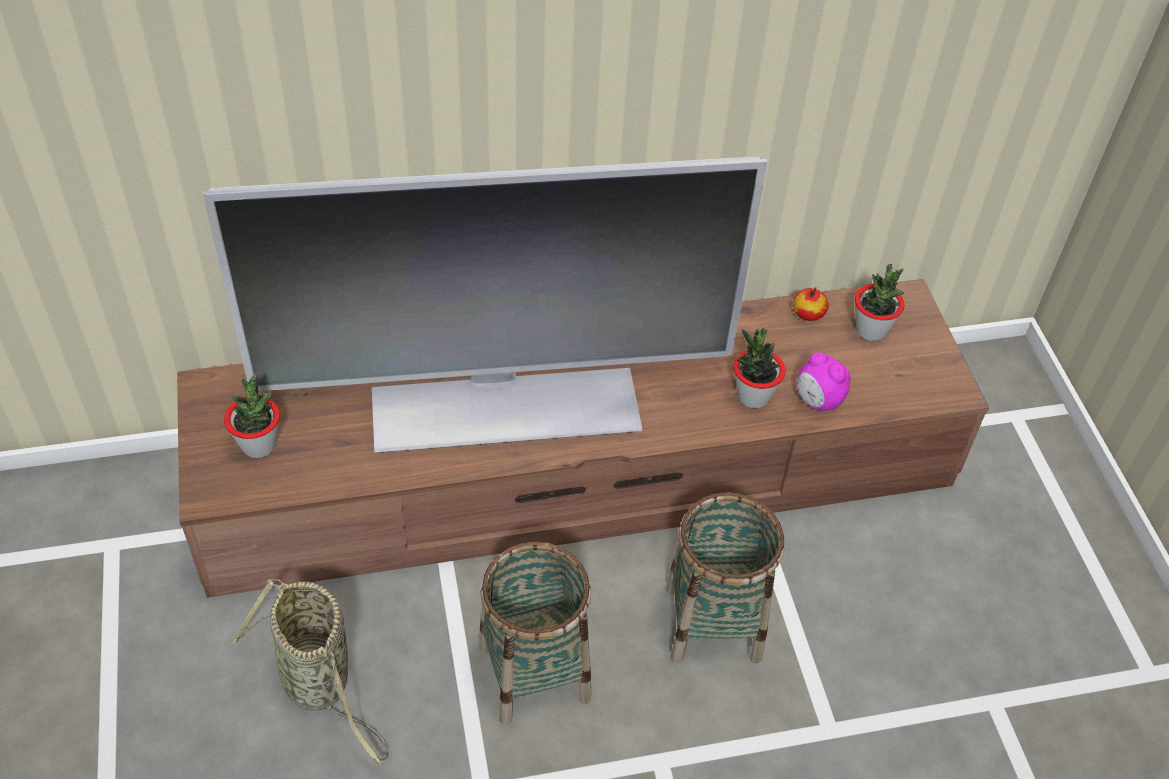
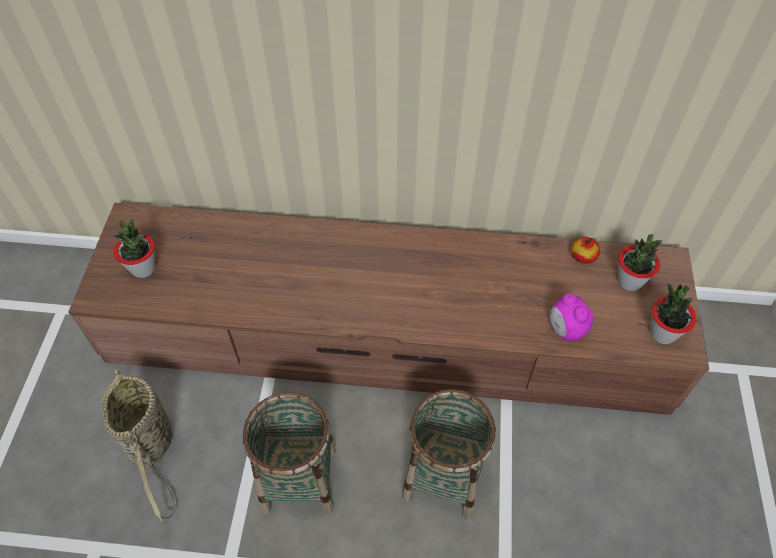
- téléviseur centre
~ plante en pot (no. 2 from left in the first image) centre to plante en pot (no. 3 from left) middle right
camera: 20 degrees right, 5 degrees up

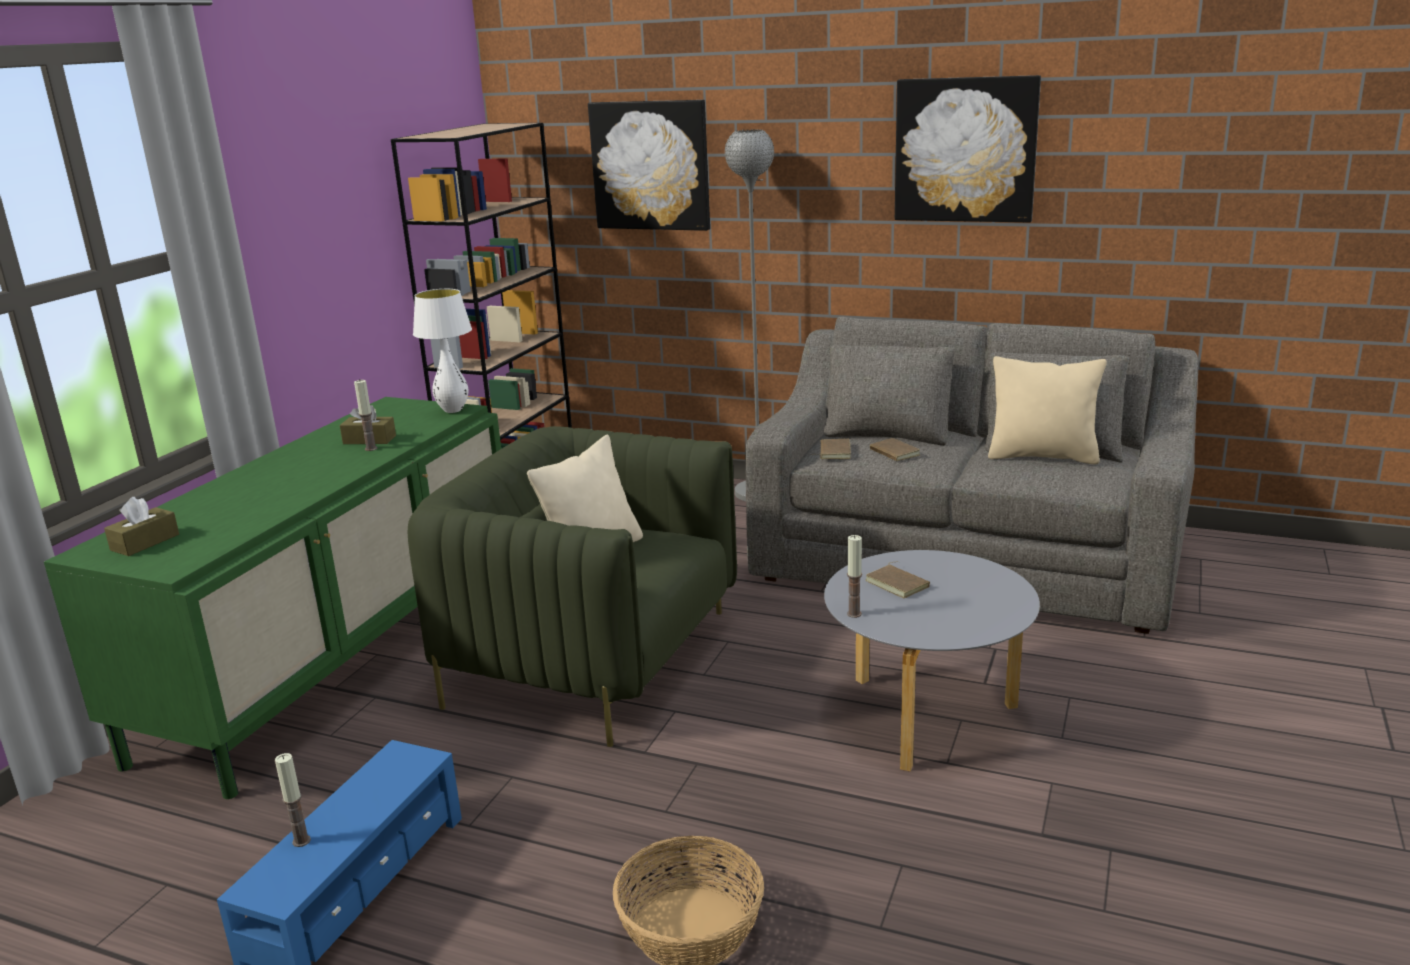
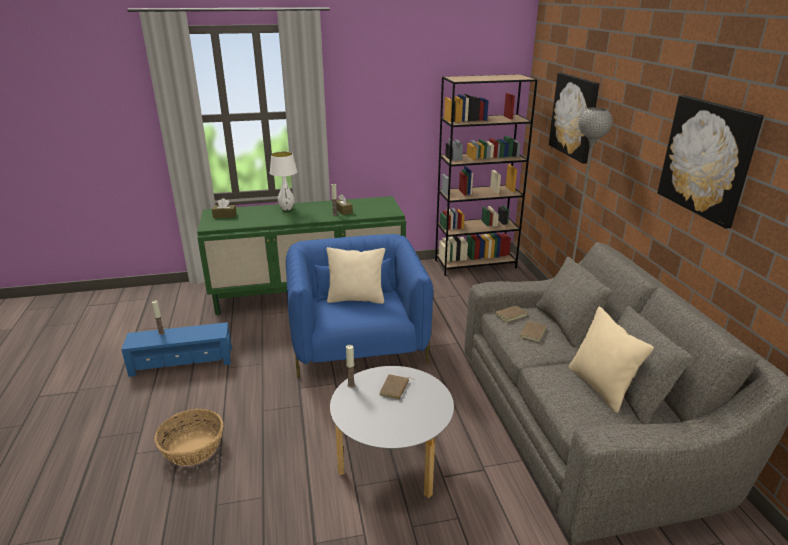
~ fauteuil/vert centre to fauteuil/bleu centre
~ lampe de table/blanc middle left to top centre
camera: 55 degrees right, 5 degrees up

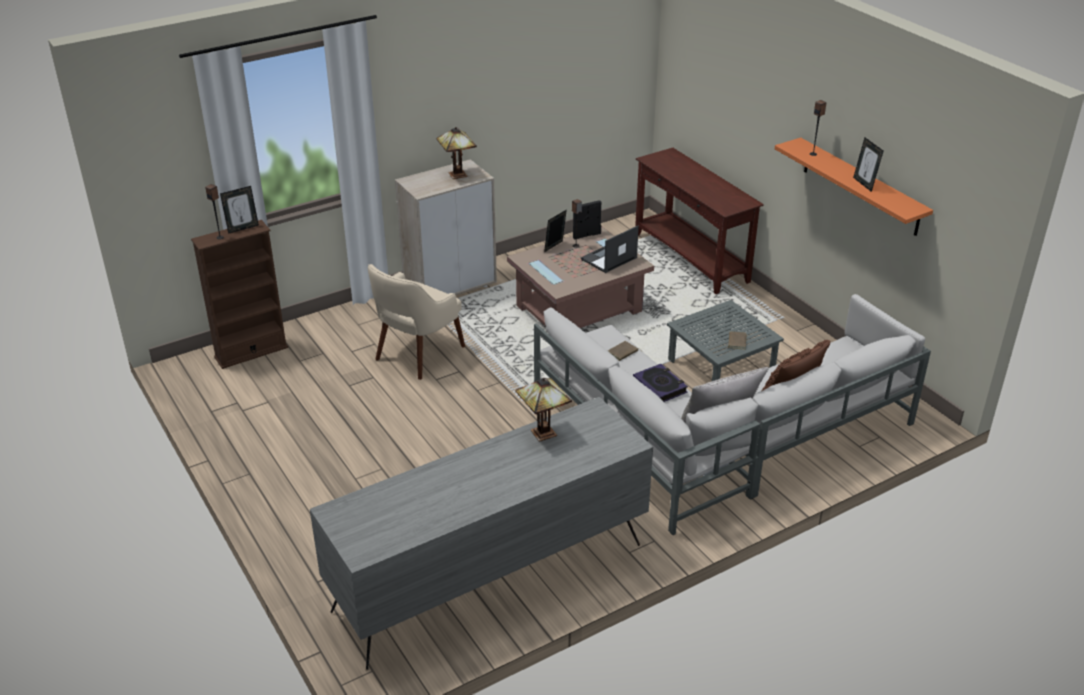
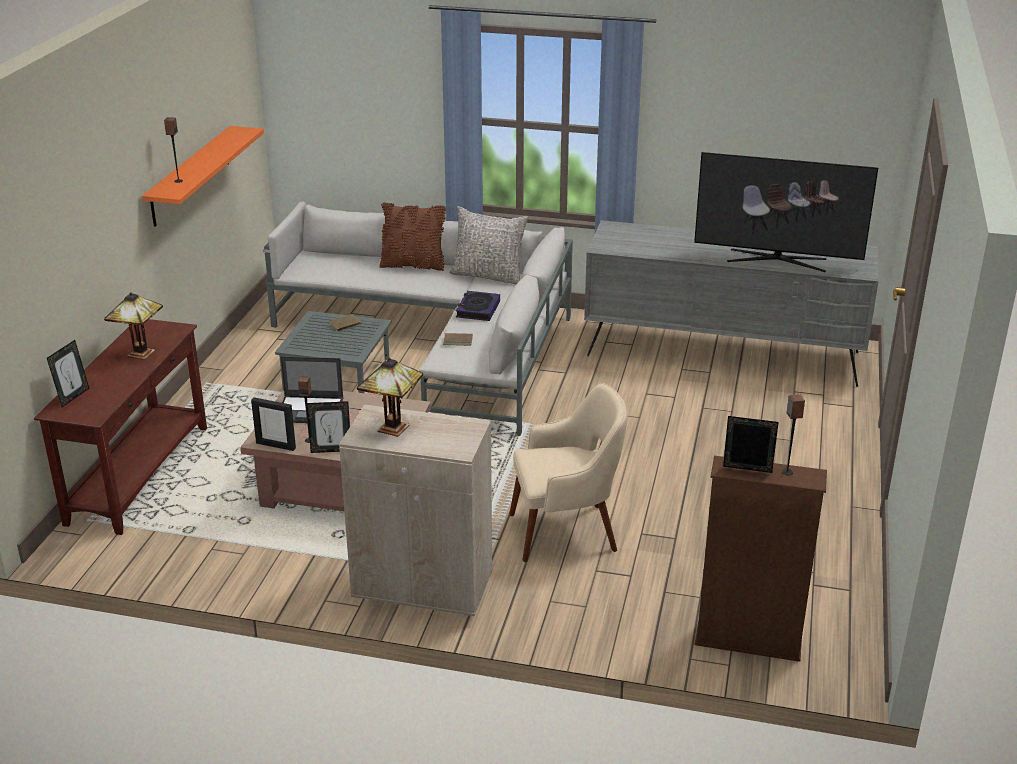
~ lampe de table (no. 2 from left in the first image) centre to lampe de table (no. 1 from left) middle left
~ cadre photo (no. 4 from left in the first image) top right to cadre photo (no. 1 from left) middle left
+ téléviseur top right
camera: 135 degrees left, 5 degrees down

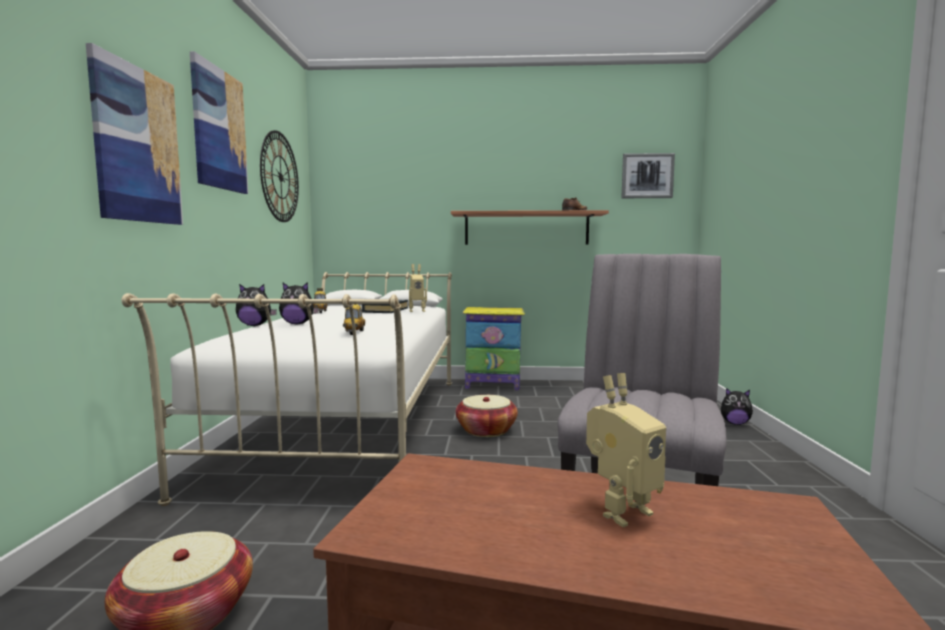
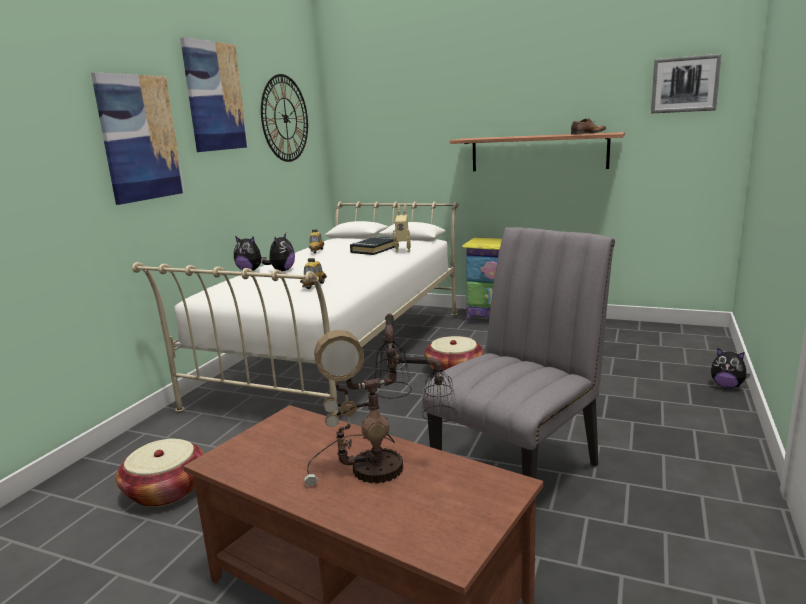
~ peluche (no. 2 from left) middle left = centre 90 degrees counterclockwise
~ robot jouet (no. 2 from left) bottom centre to lampe de table centre
camera: 20 degrees right, 10 degrees up

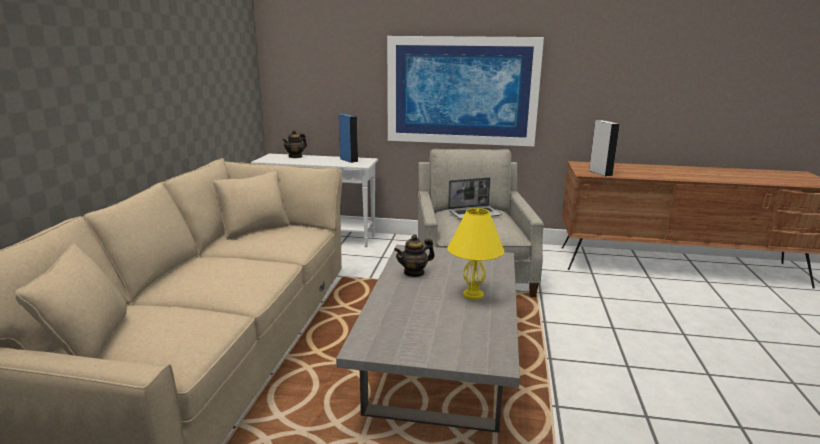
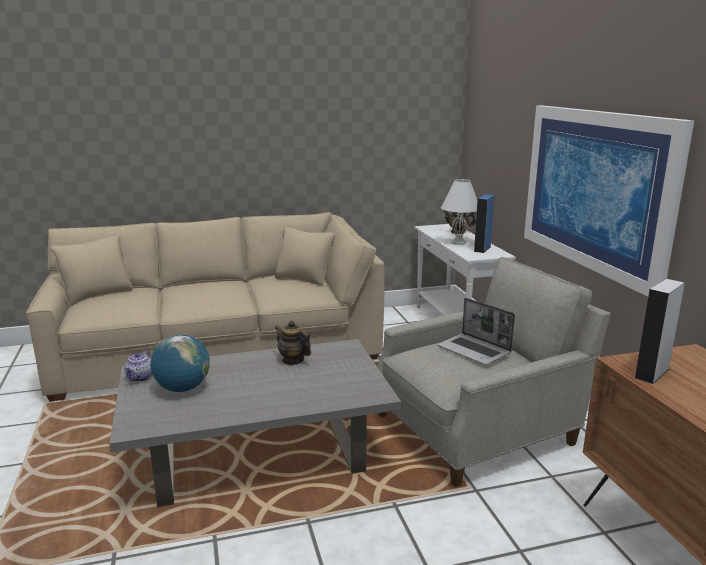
- lampe de table/jaune centre
+ théière (no. 1 from left) middle left
+ globe middle left
+ lampe de table/blanc centre
camera: 65 degrees right, 0 degrees up

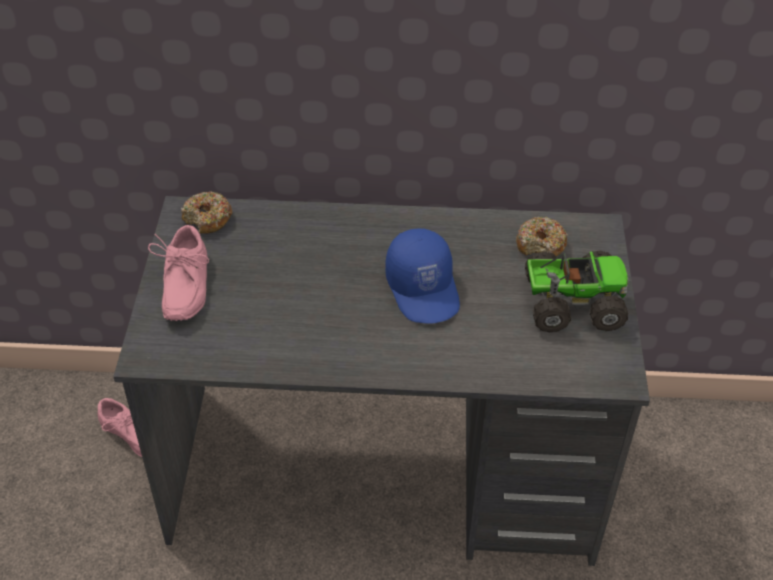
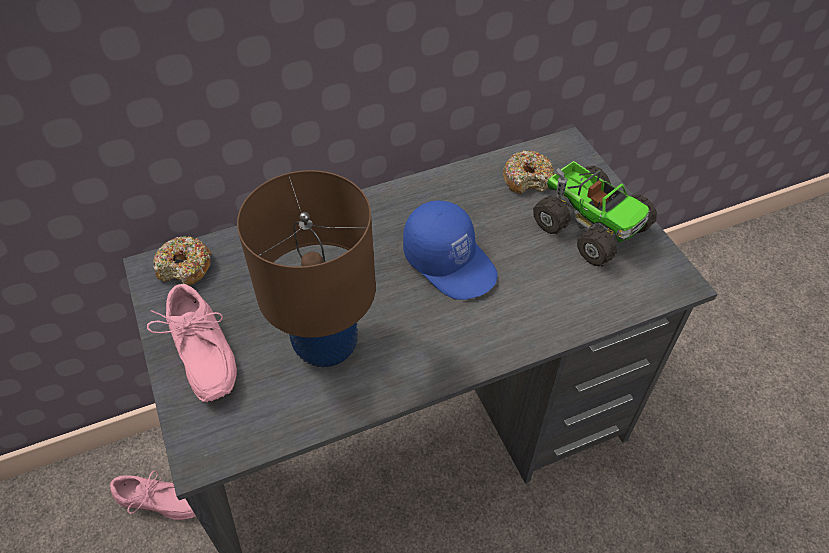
~ camion jouet middle right = middle right 75 degrees clockwise
+ lampe de table/marron centre
camera: 25 degrees left, 5 degrees up

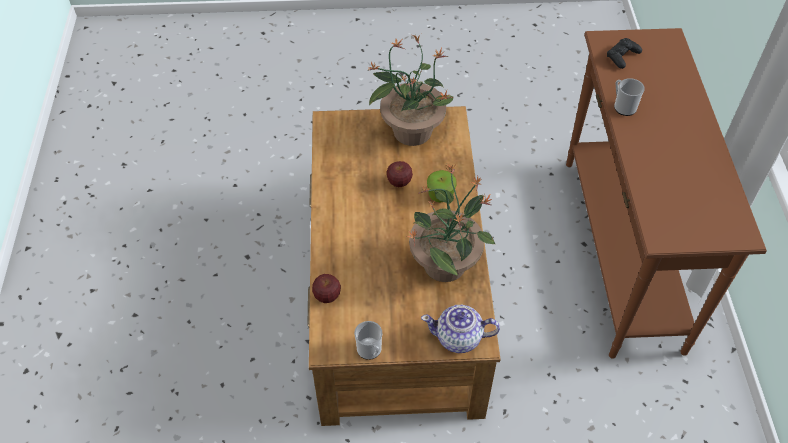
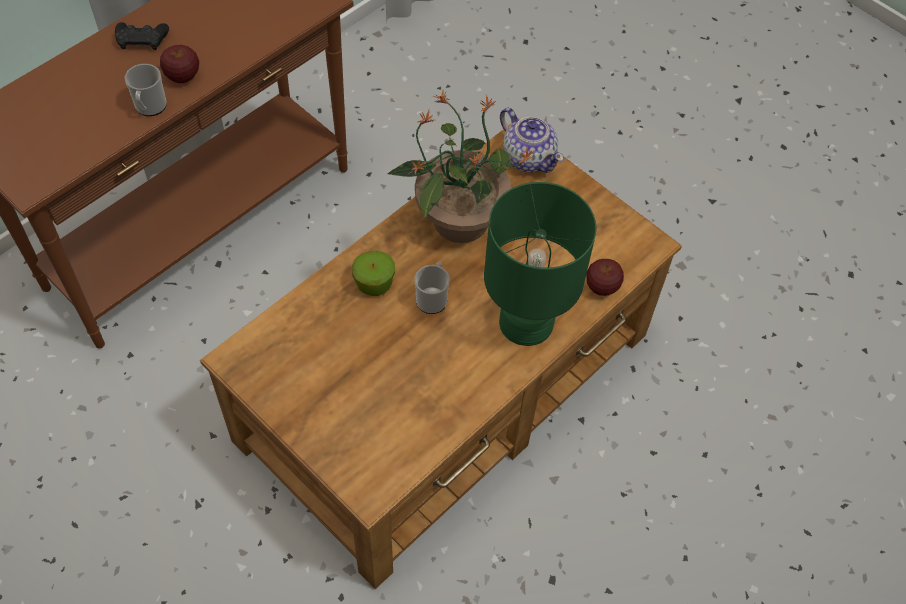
~ mug (no. 1 from left in the first image) bottom centre to mug (no. 2 from left) centre
- plante en pot (no. 1 from left) top centre
~ pomme (no. 2 from left in the first image) centre to pomme (no. 1 from left) top left
~ manette/noir top right to top left
+ lampe de table/vert centre
camera: 135 degrees left, 5 degrees up

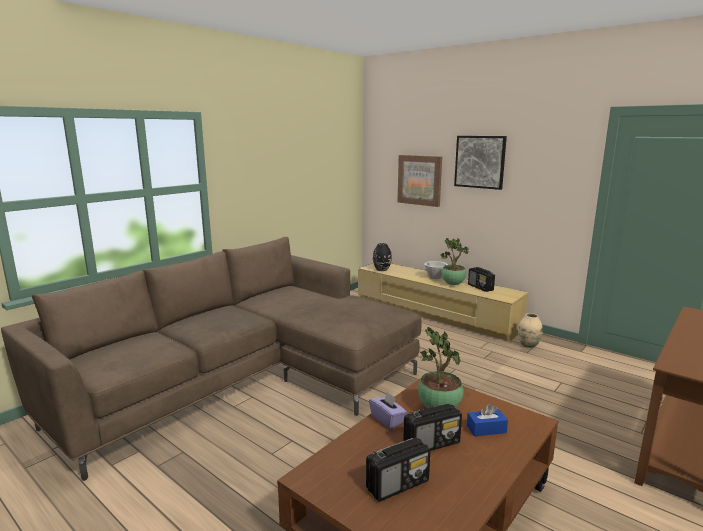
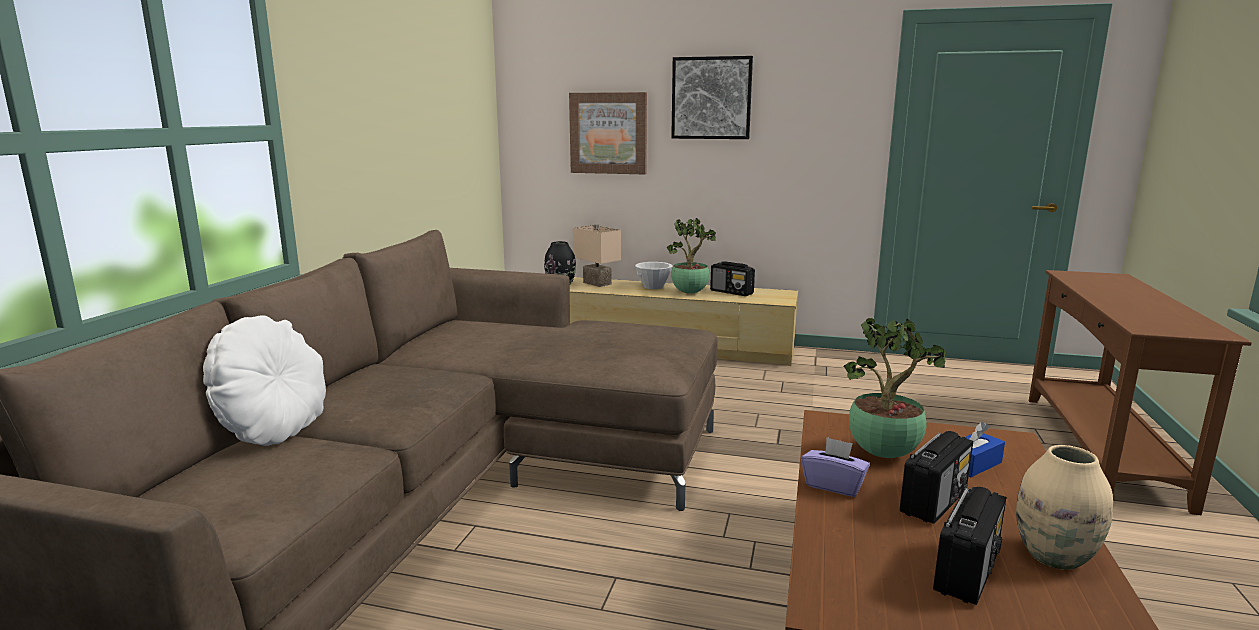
~ vase/beige middle right to bottom right
+ coussin/blanc middle left
+ lampe de table/beige centre
camera: 25 degrees left, 0 degrees up

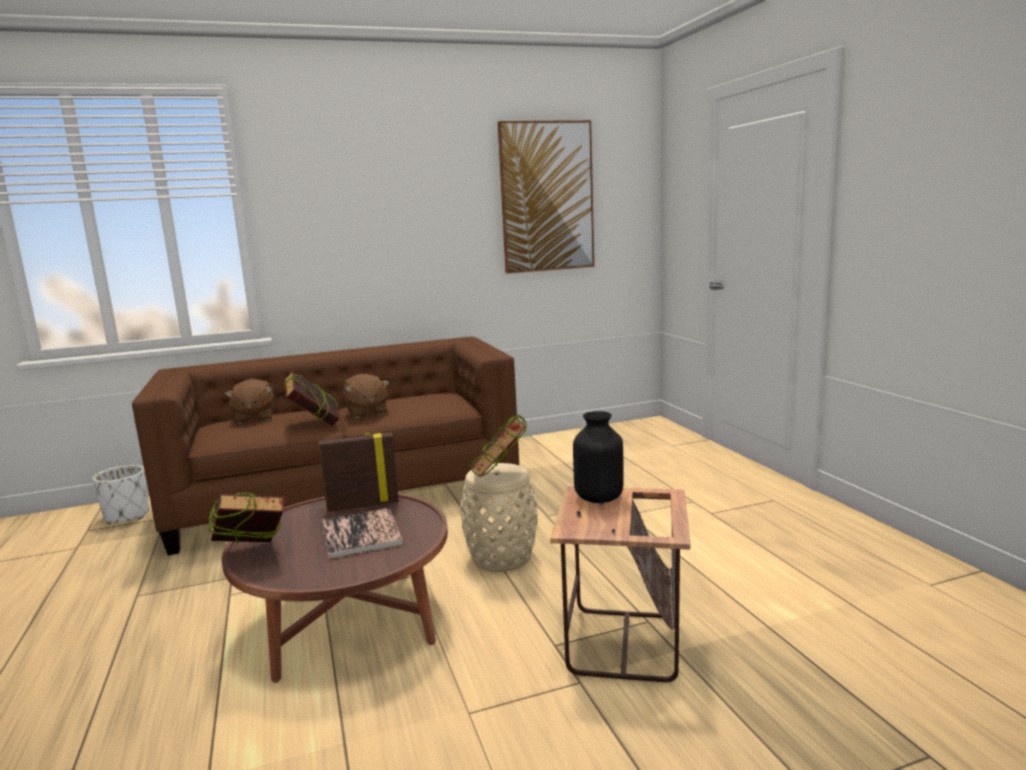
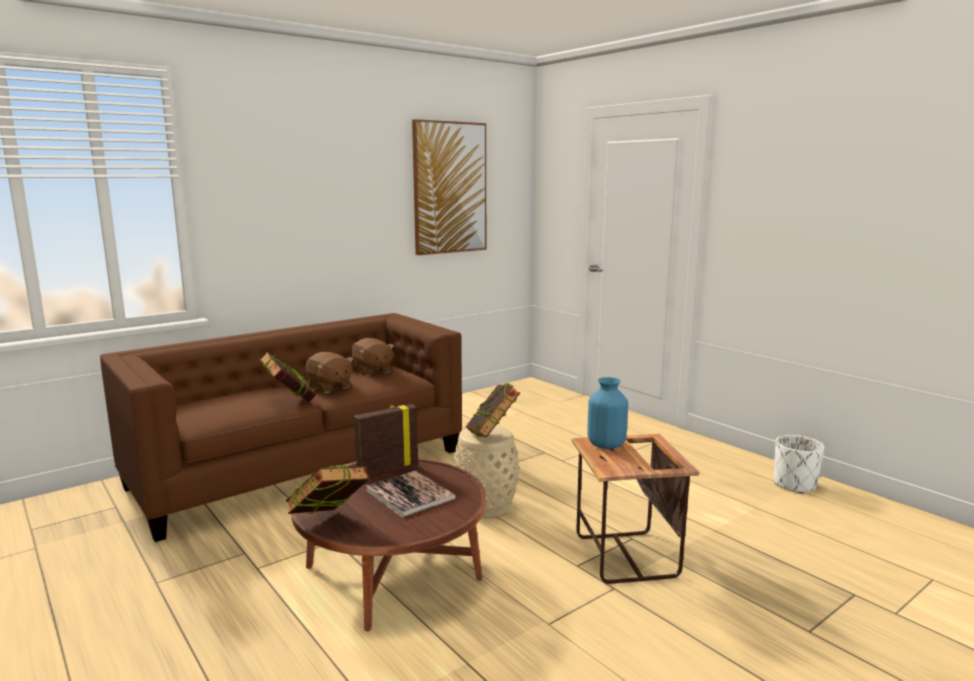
~ cache-pot/blanc middle left to bottom right
~ peluche/marron (no. 1 from left in the first image) middle left to peluche/marron (no. 2 from left) centre
~ vase/noir centre to vase/bleu centre
camera: 20 degrees left, 0 degrees up

